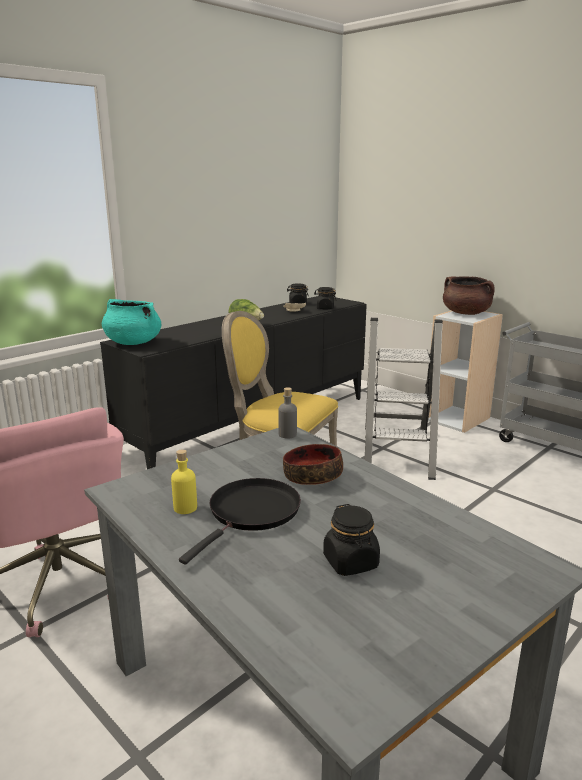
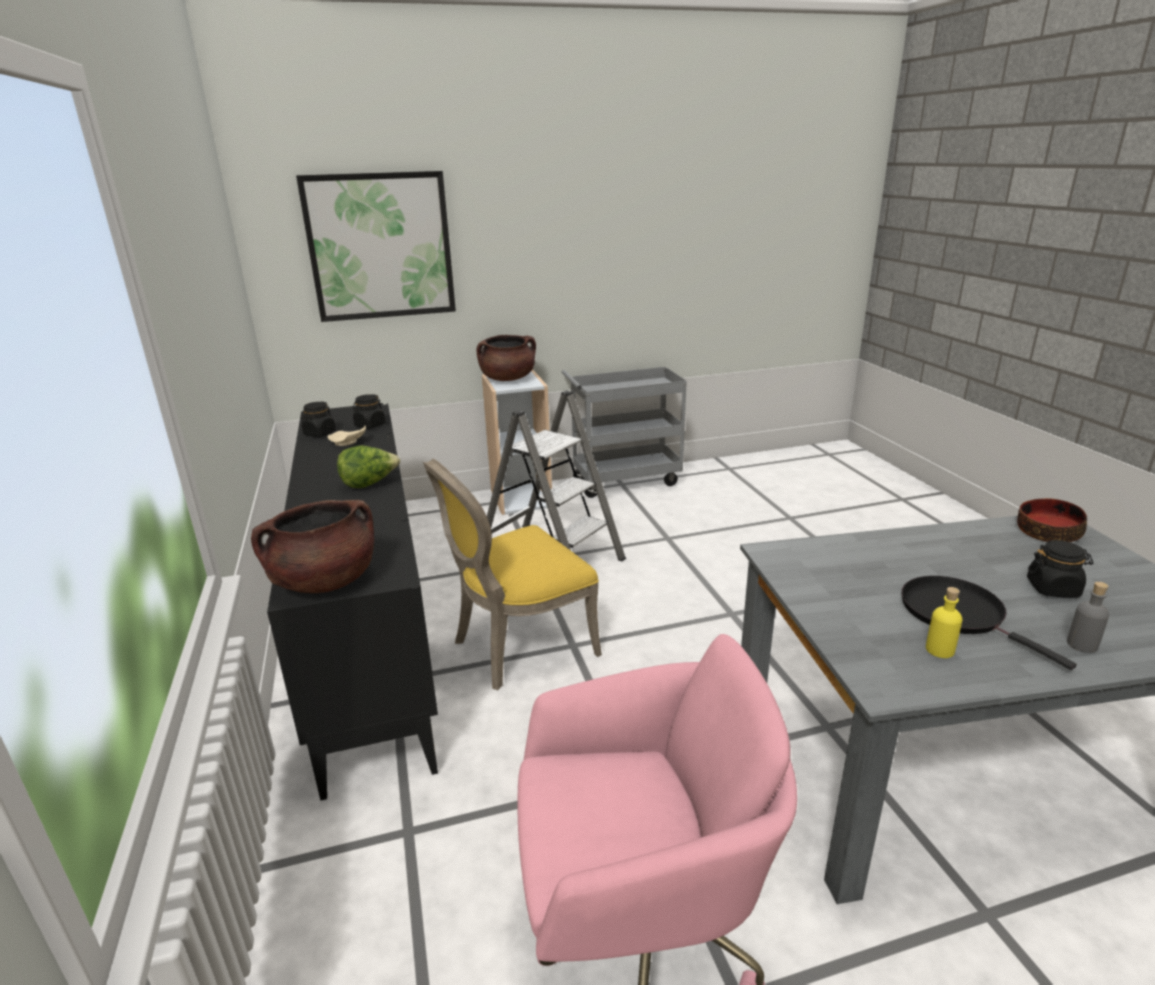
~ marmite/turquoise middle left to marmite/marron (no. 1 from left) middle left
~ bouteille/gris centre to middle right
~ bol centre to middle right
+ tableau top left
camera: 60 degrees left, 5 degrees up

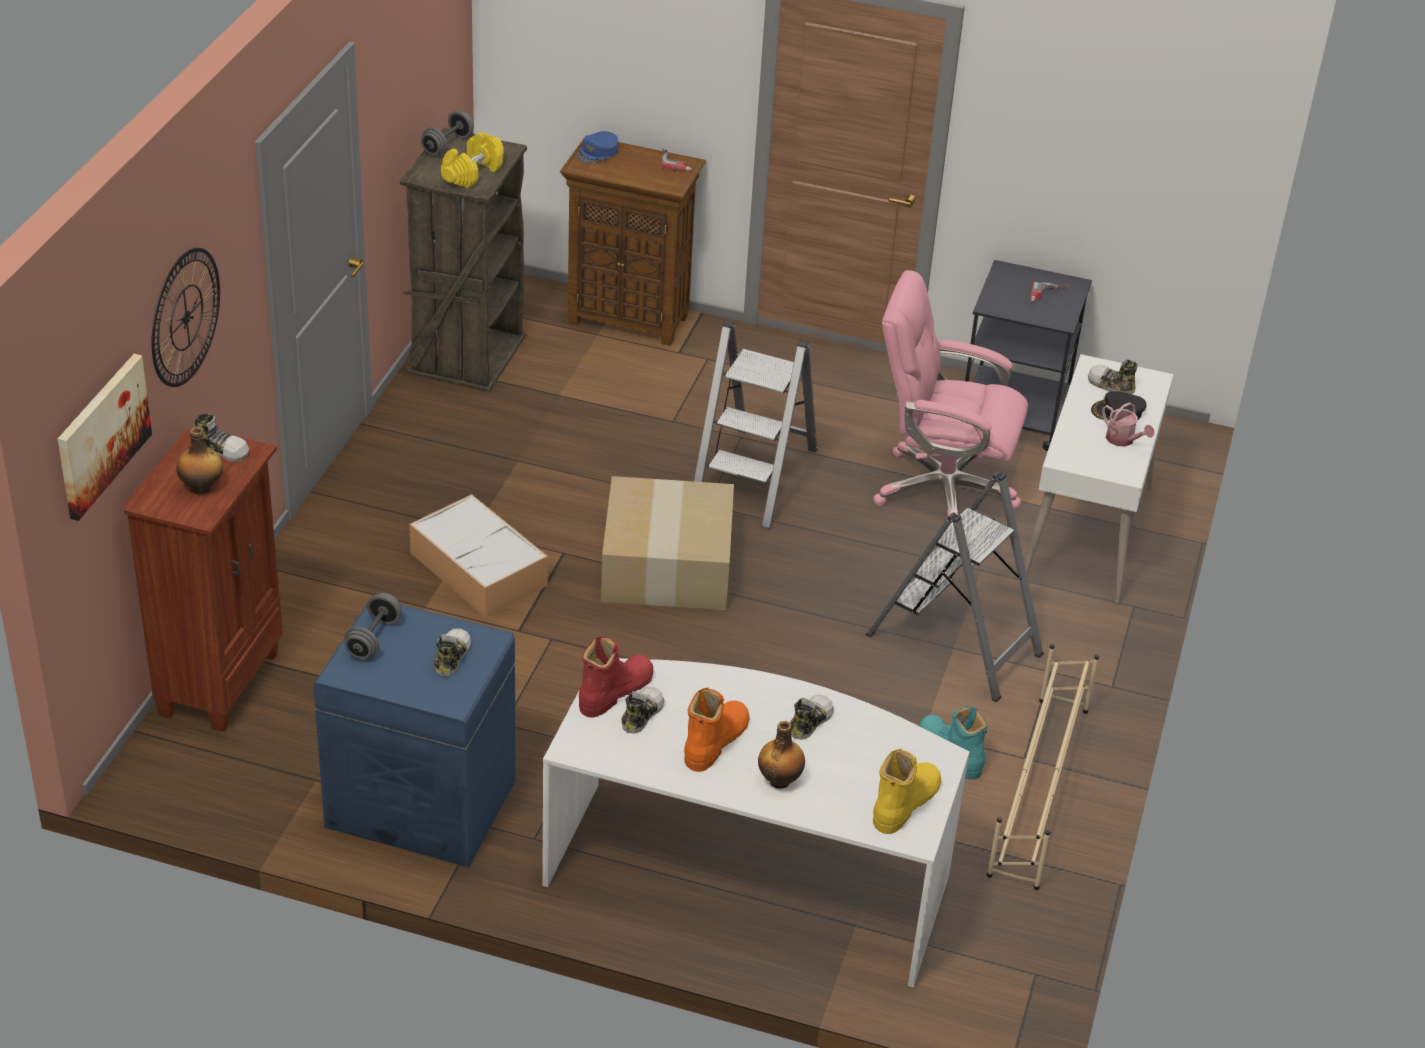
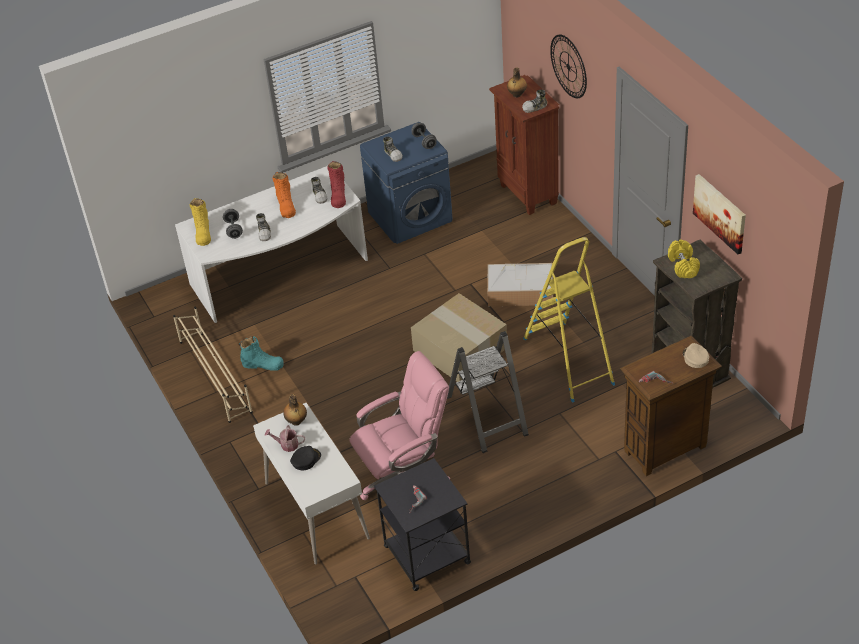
~ tableau middle left to top right
~ haltère/gris (no. 2 from left in the first image) top left to haltère/gris (no. 1 from left) middle left
~ casquette/bleu top centre to casquette/beige middle right
~ bouteille (no. 2 from left in the first image) bottom centre to bouteille (no. 1 from left) centre
- escabeau/gris (no. 2 from left) middle right
- chaussure (no. 5 from left) middle right
+ escabeau/jaune centre
camera: 140 degrees right, 5 degrees up

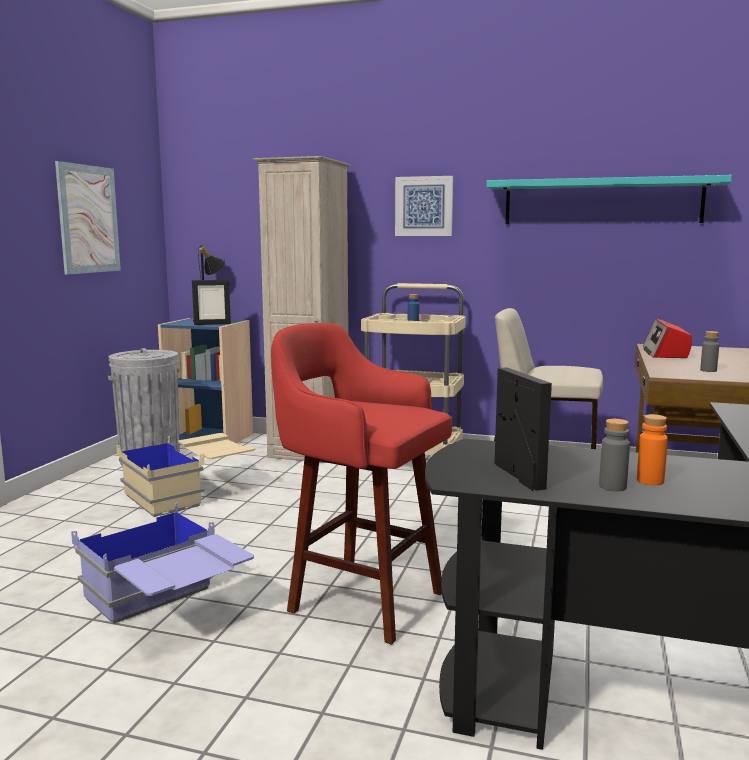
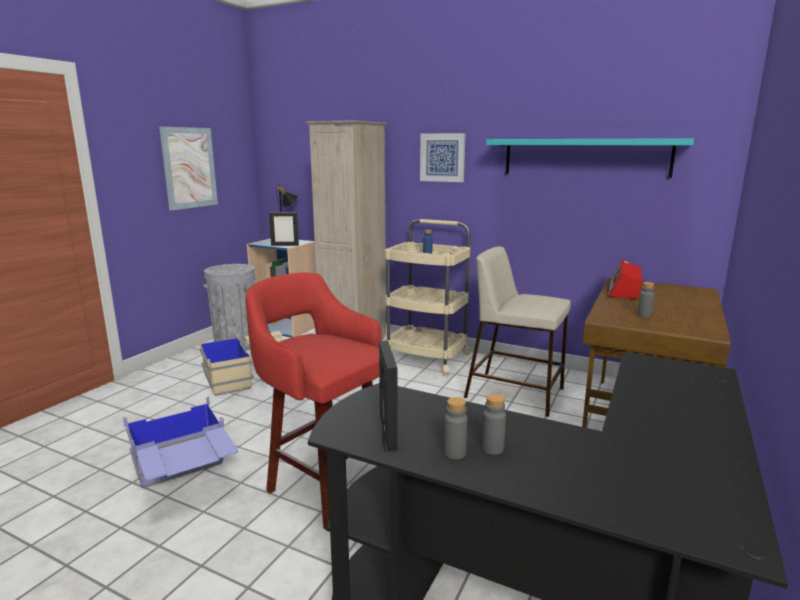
~ bouteille/orange middle right to bouteille/gris (no. 2 from left) bottom centre
camera: 10 degrees right, 5 degrees up

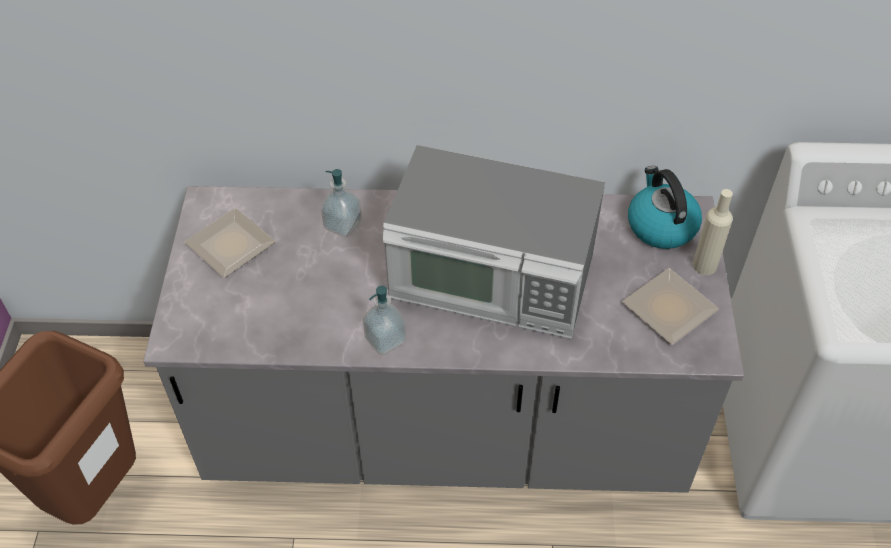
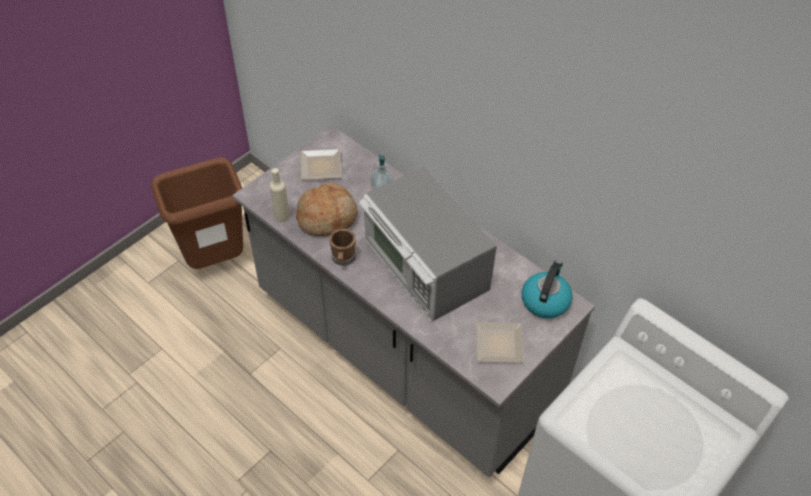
~ distributeur de savon (no. 2 from left) centre to mug/marron centre
~ bouteille/beige middle right to centre
+ pain centre
camera: 40 degrees right, 0 degrees up

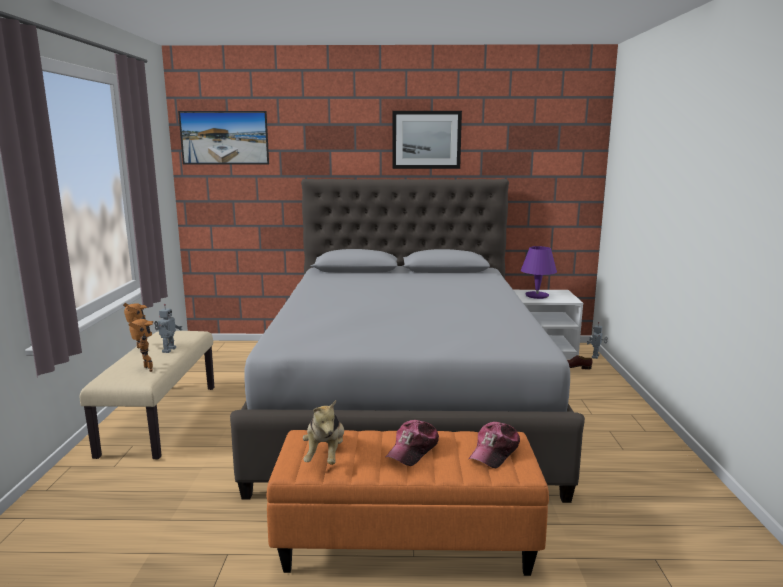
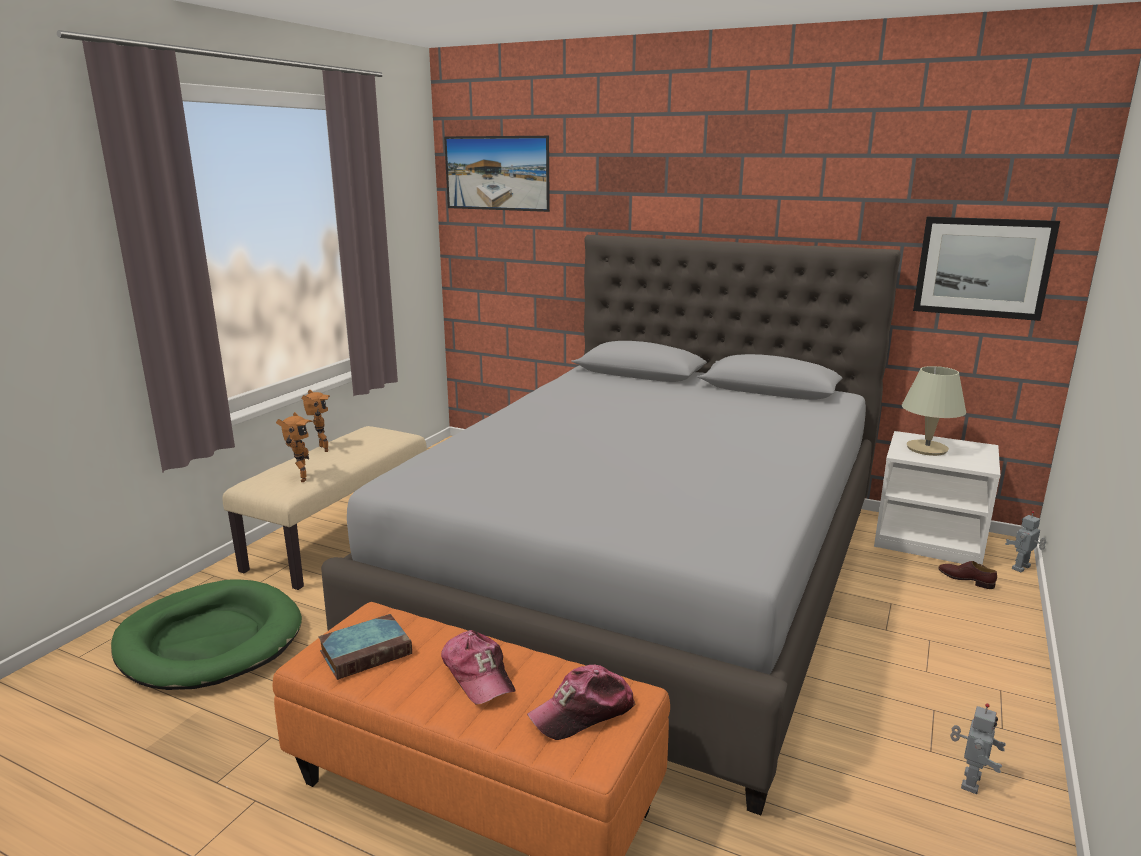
~ robot jouet (no. 3 from left) middle left to bottom right
~ peluche bottom centre to livre bottom left
~ casquette (no. 1 from left) bottom centre = bottom centre 90 degrees counterclockwise
~ tableau (no. 2 from left) top centre to top right
~ lampe de table/violet middle right to lampe de table/beige middle right
+ panier pour chien/vert bottom left
camera: 25 degrees right, 5 degrees up

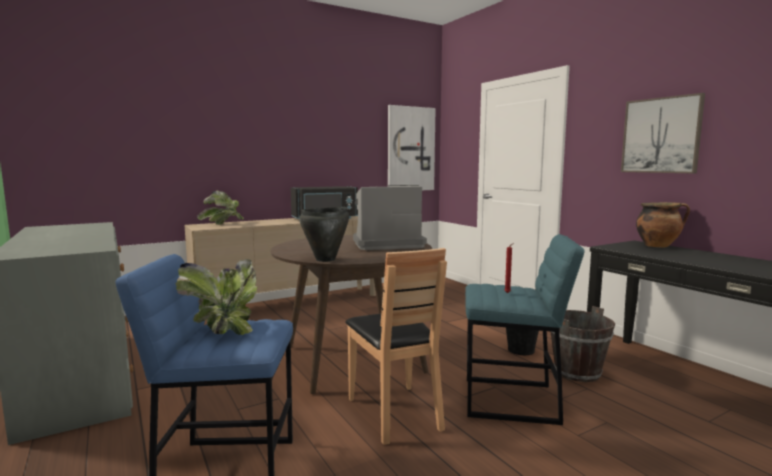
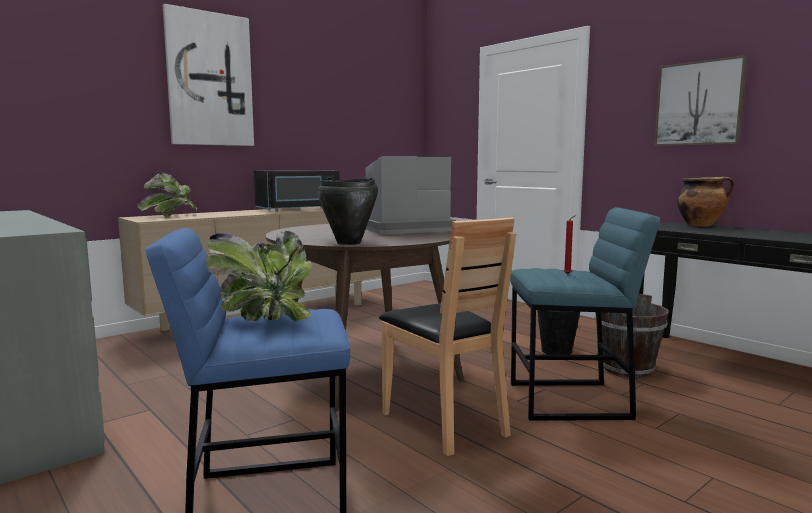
~ tableau (no. 1 from left) top centre to top left
camera: 10 degrees left, 0 degrees up

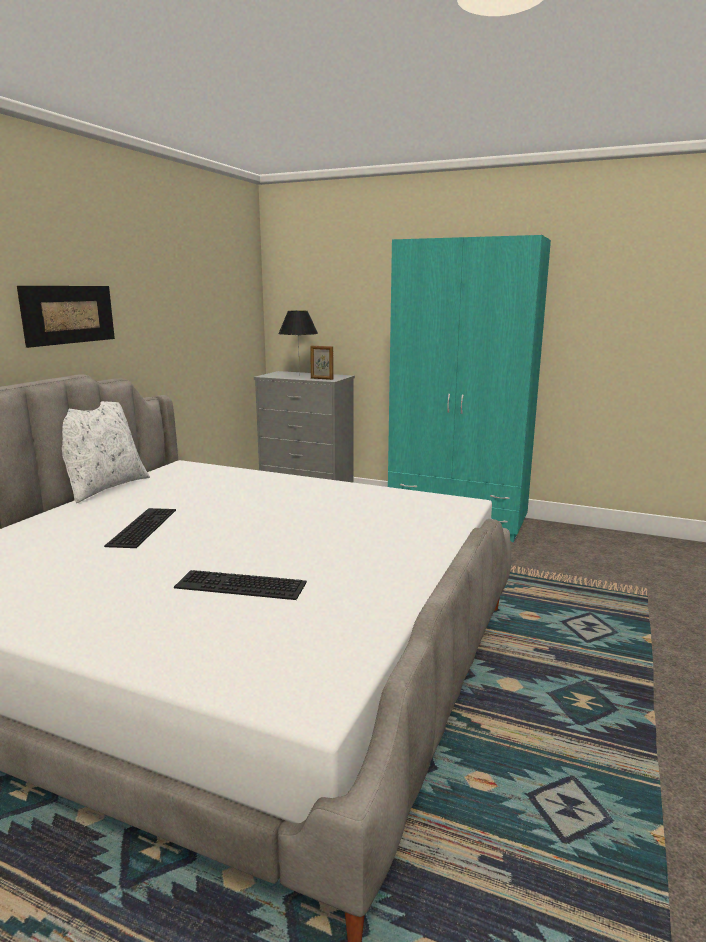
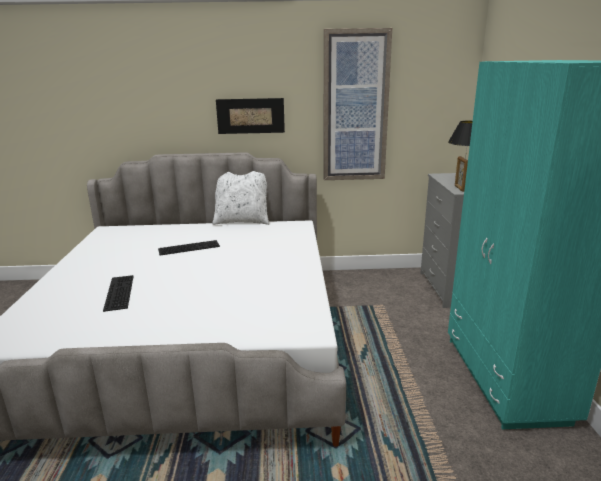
+ tableau (no. 2 from left) top centre
camera: 65 degrees right, 5 degrees up

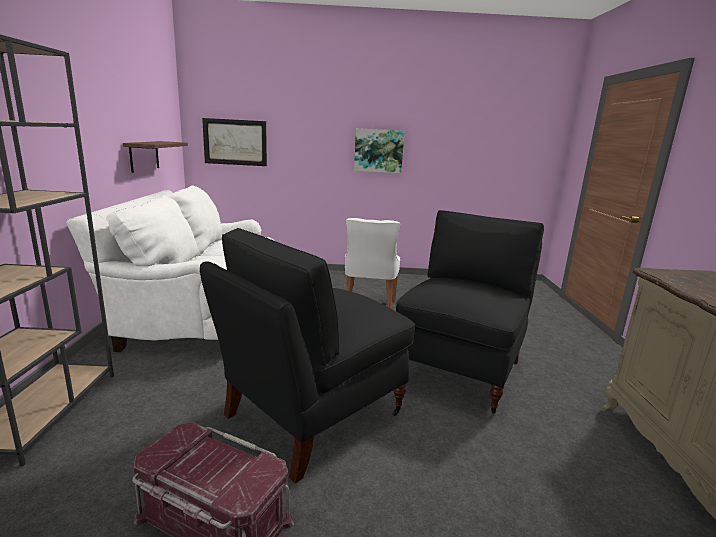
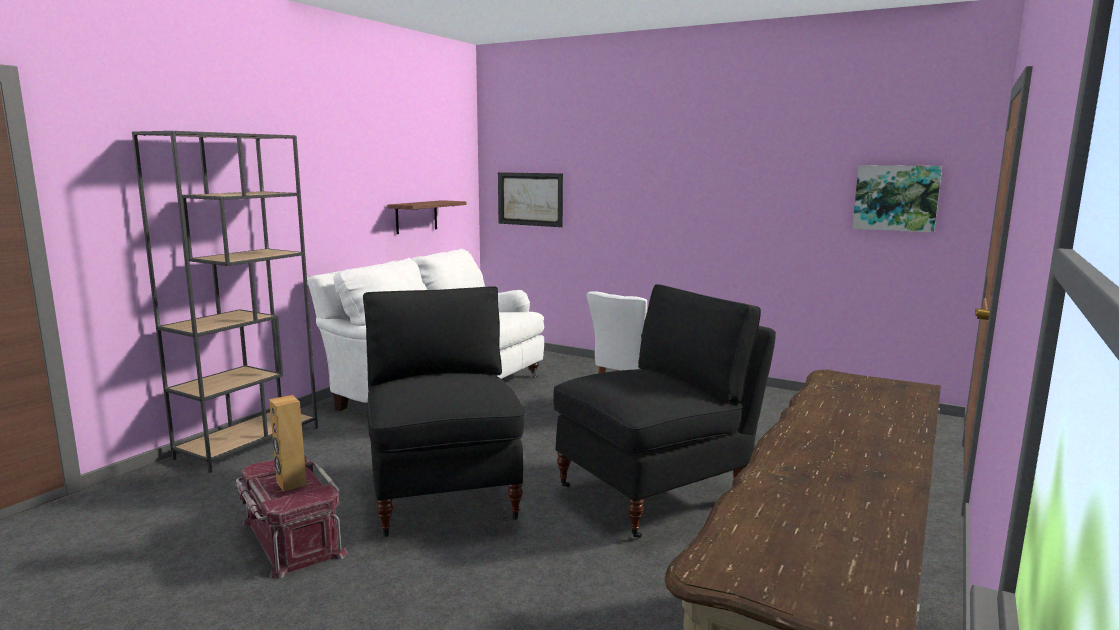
~ chaise/noir (no. 1 from left) centre = centre 90 degrees clockwise
~ tableau (no. 2 from left) top centre to top right
+ enceinte/marron bottom left
camera: 30 degrees right, 5 degrees down

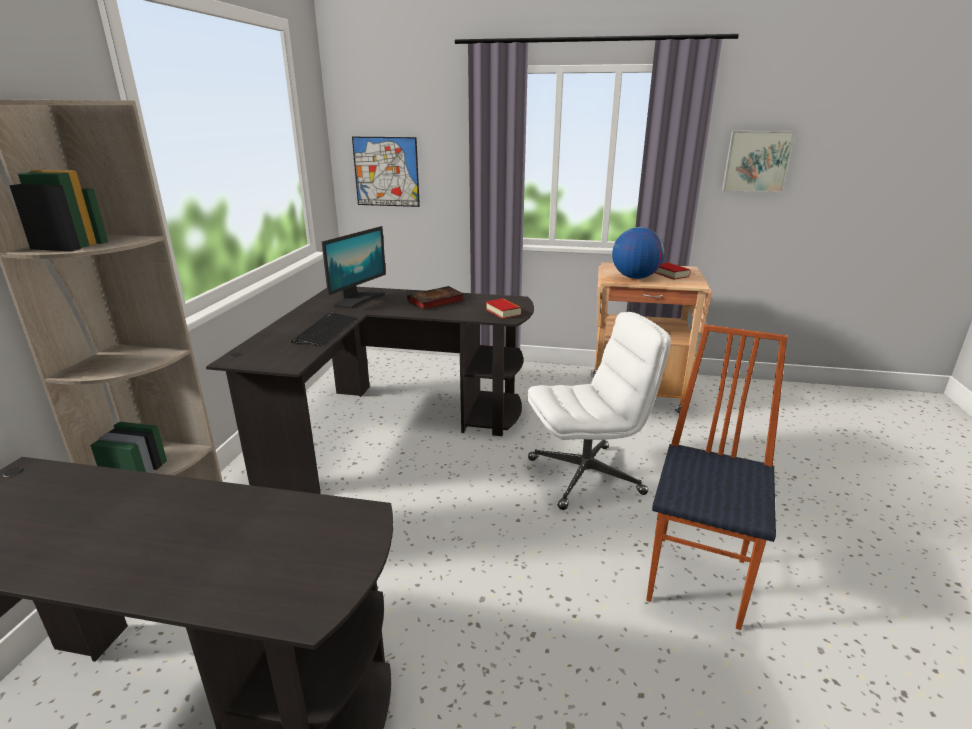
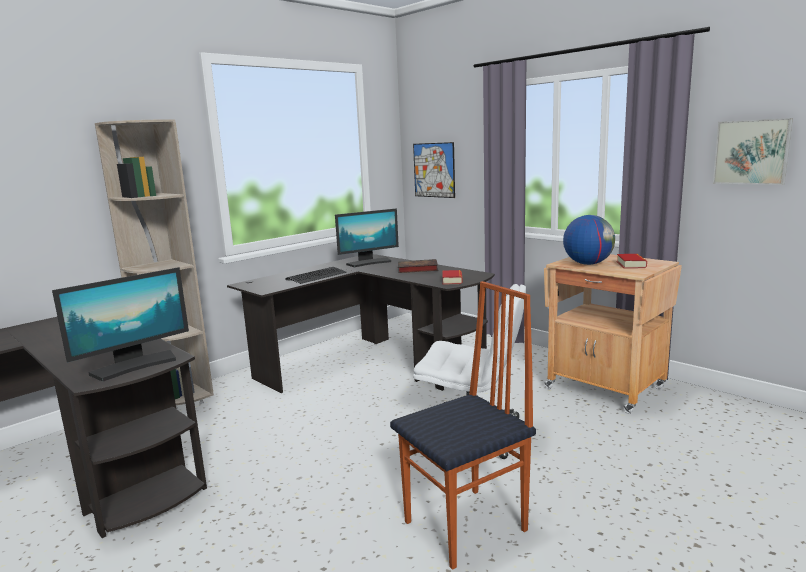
+ écran d'ordinateur (no. 1 from left) middle left
camera: 35 degrees right, 10 degrees down

